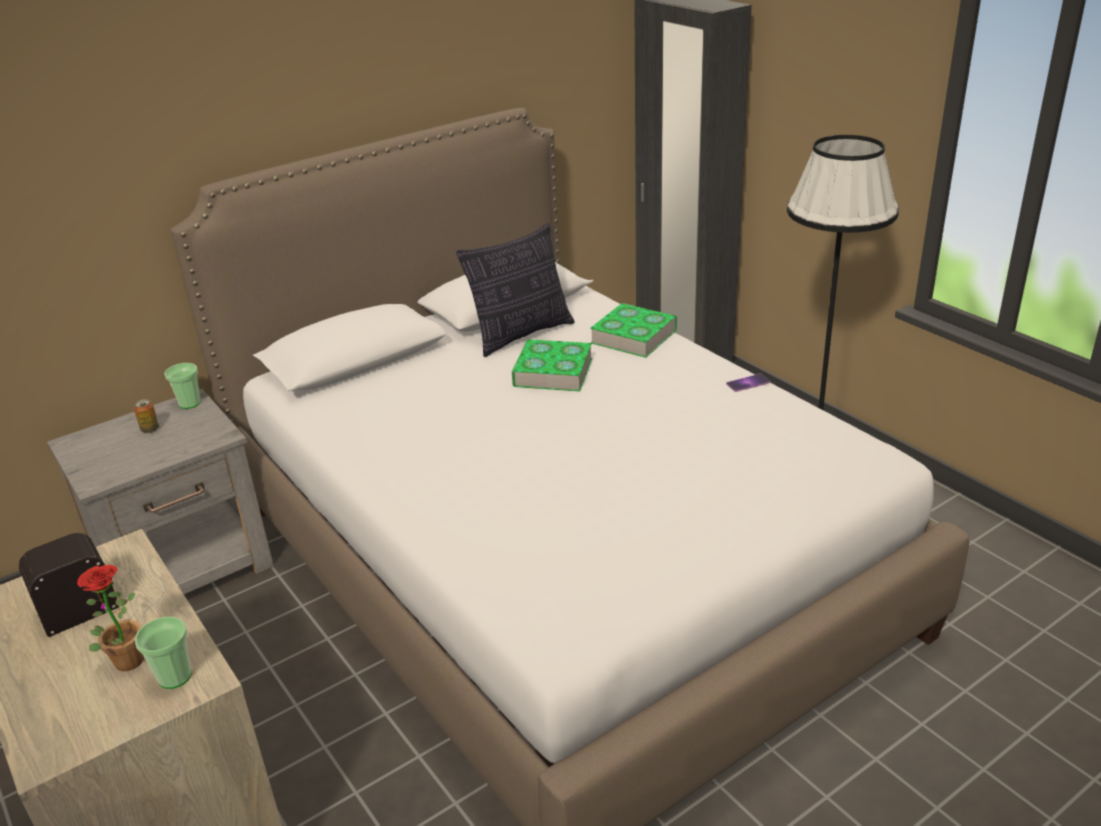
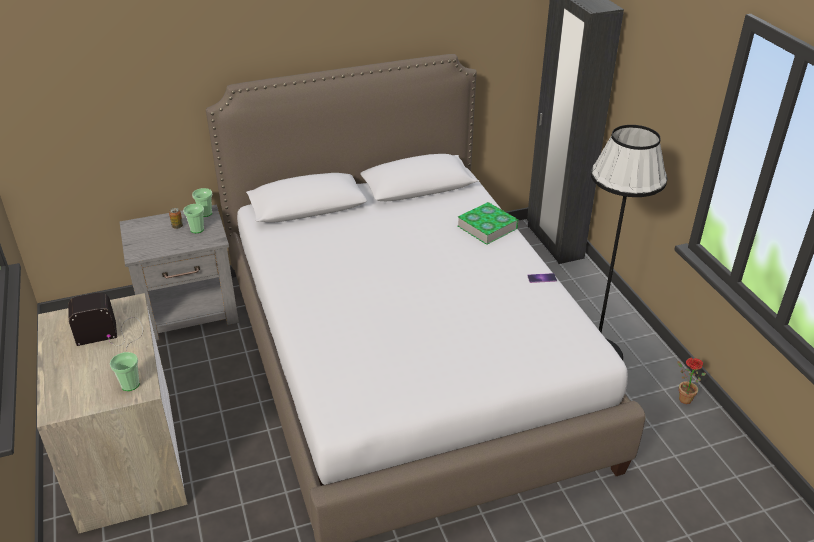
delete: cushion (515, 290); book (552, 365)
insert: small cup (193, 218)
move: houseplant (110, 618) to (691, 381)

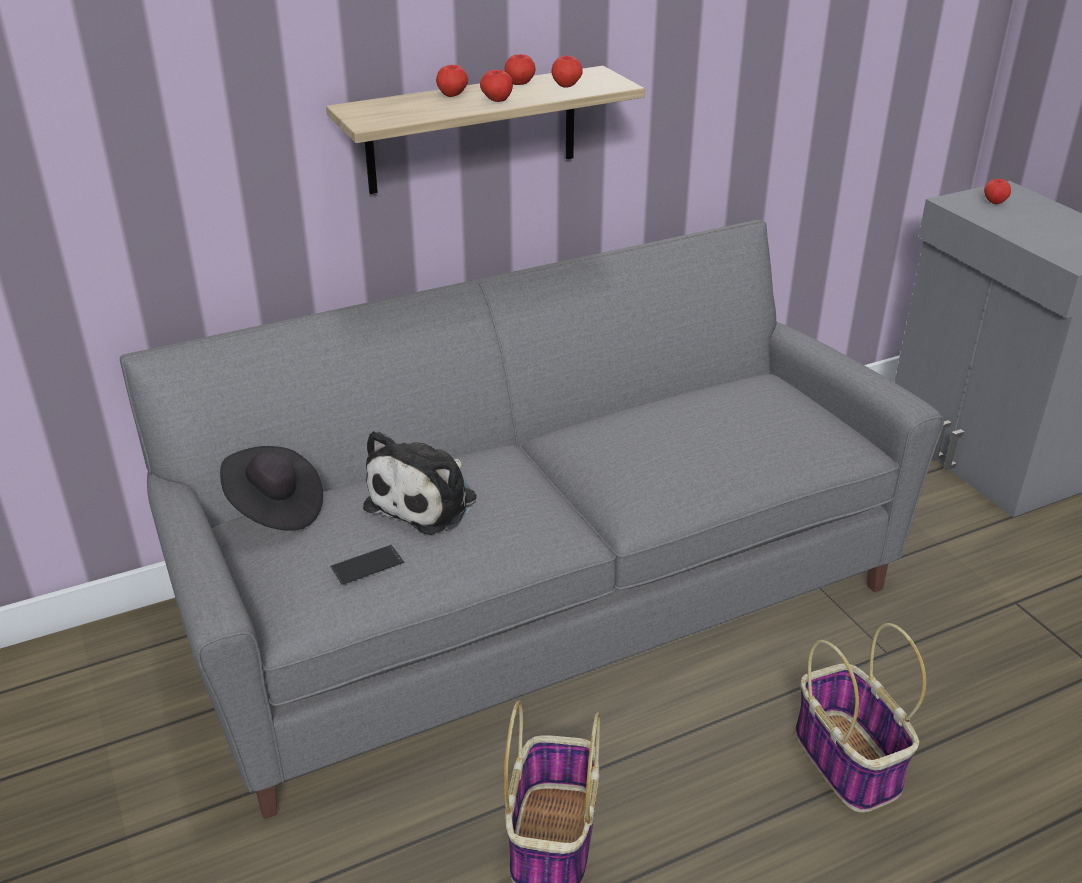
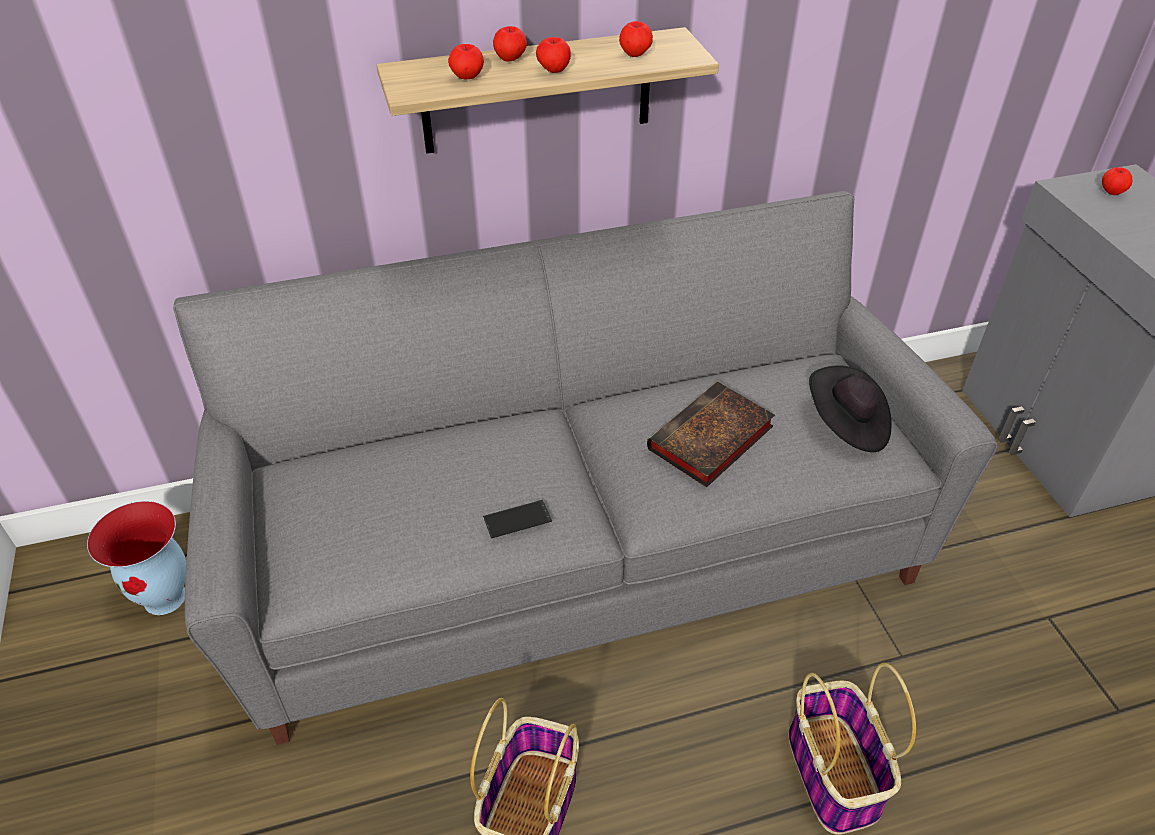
delete: soft toy (420, 482)
insert: vase (136, 558); book (711, 434)
move: blackish hat (271, 488) to (850, 408); handset (367, 565) to (517, 519); whole apple (520, 69) to (466, 61)

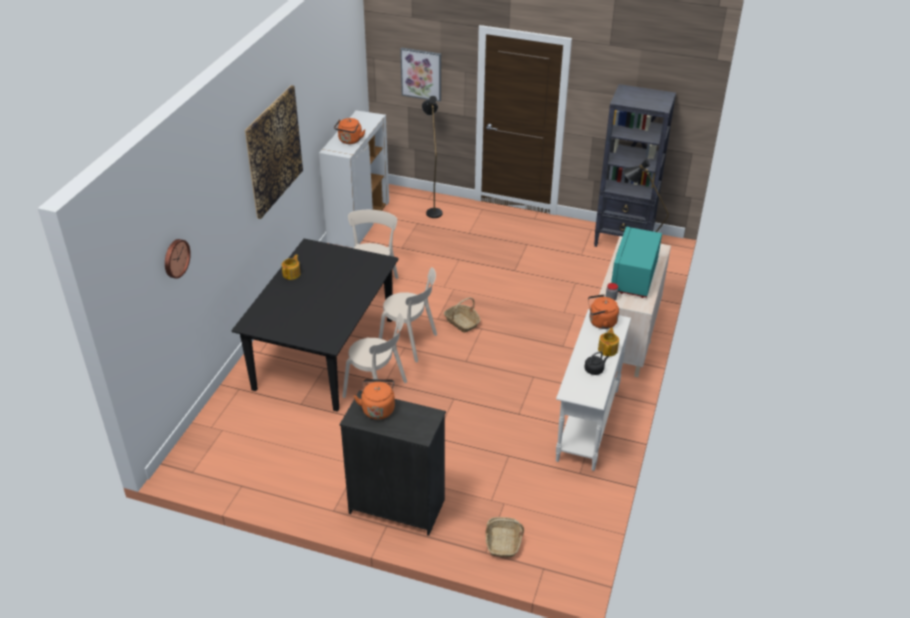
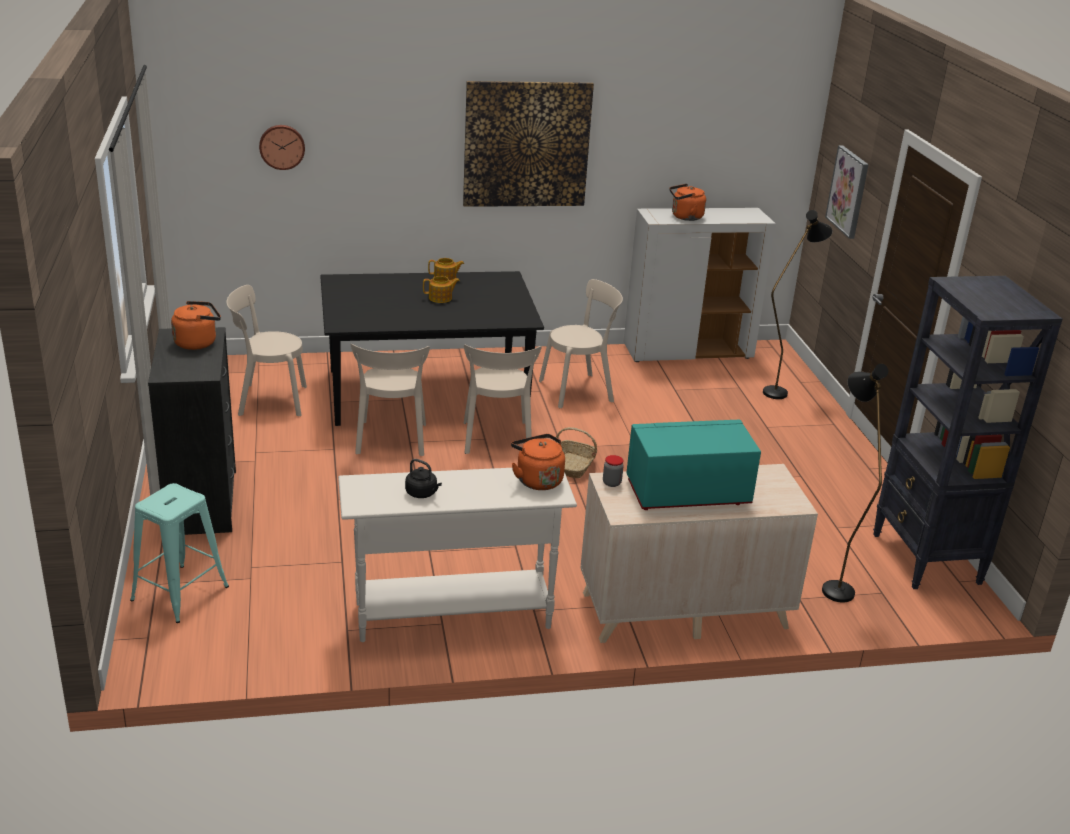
insert: beige-coloured chair (266, 350)
move: tea pot (608, 341) to (441, 289)
replace: storage basket (505, 537) to turquoise-coloured stool seat (179, 553)

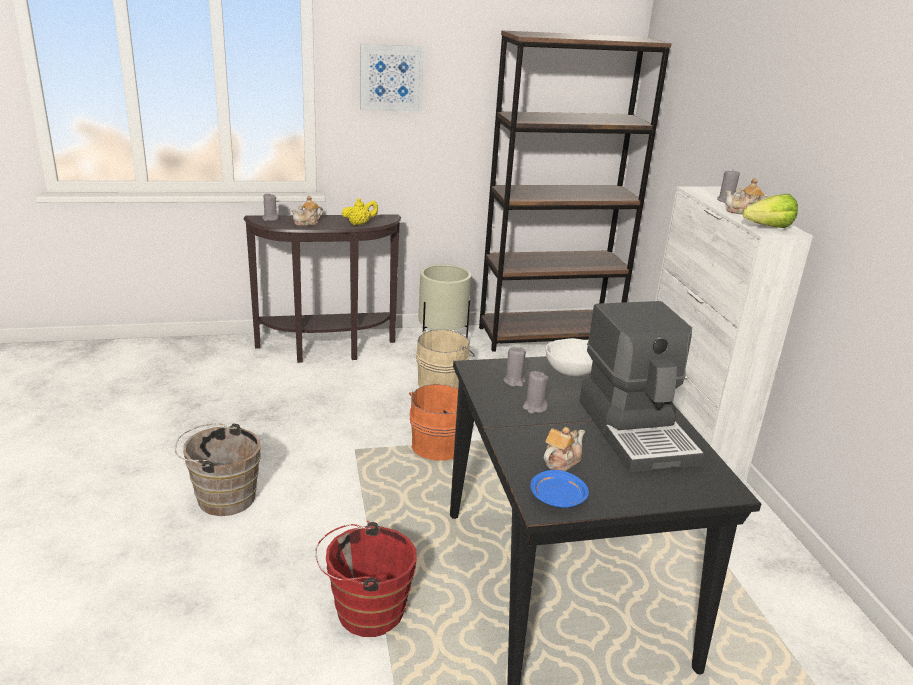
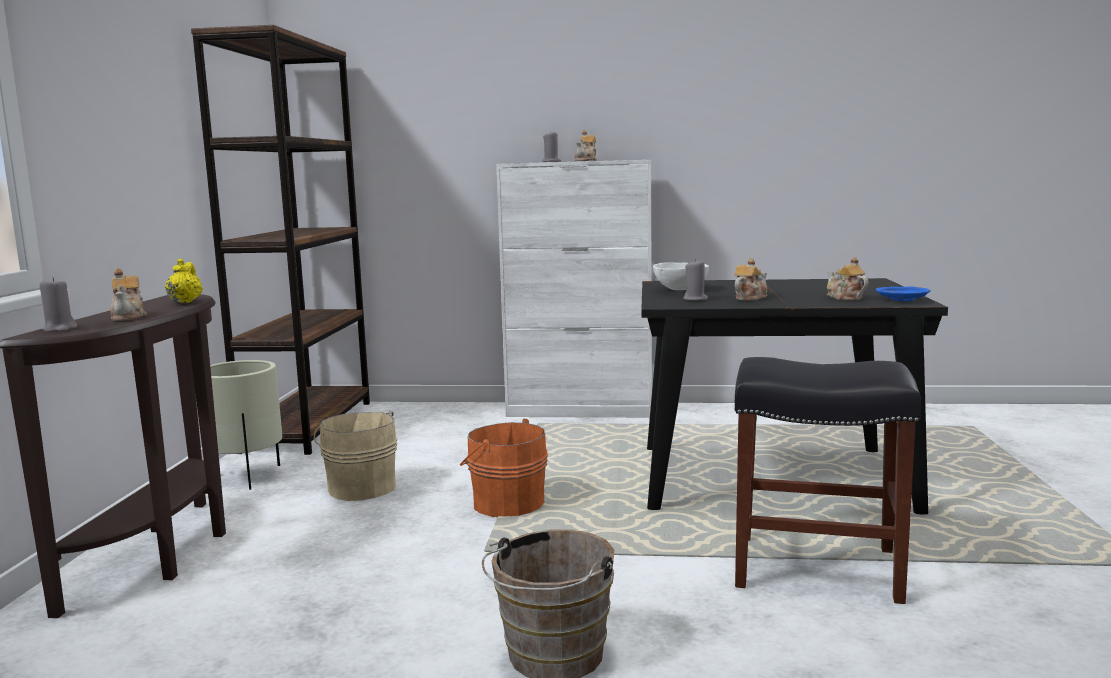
delete: wall art (392, 78); coffee maker (641, 387); head of lettuce (770, 211)
replace: red bucket (366, 579) to blackish stool seat (827, 480); gray wax candle (536, 392) to tea pot (750, 279)

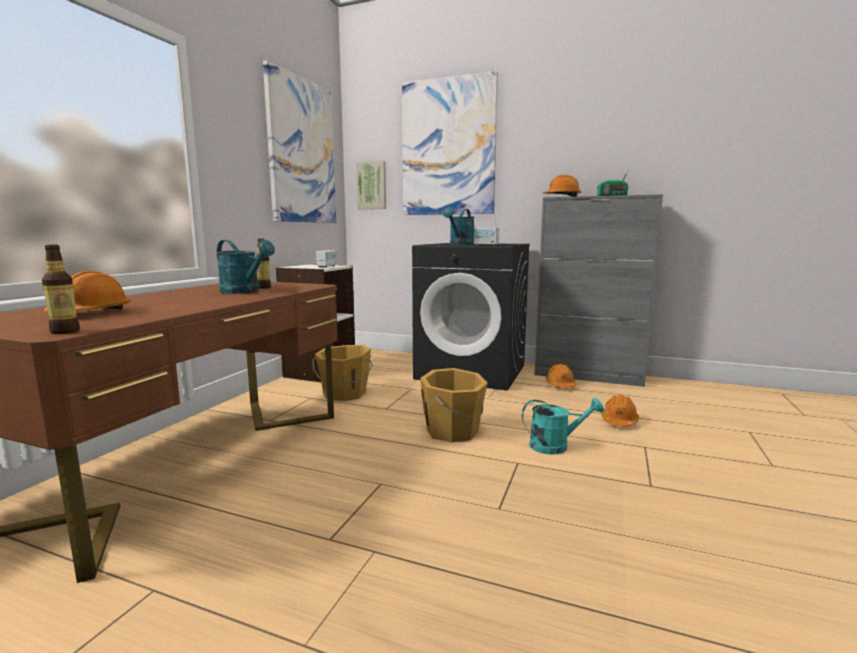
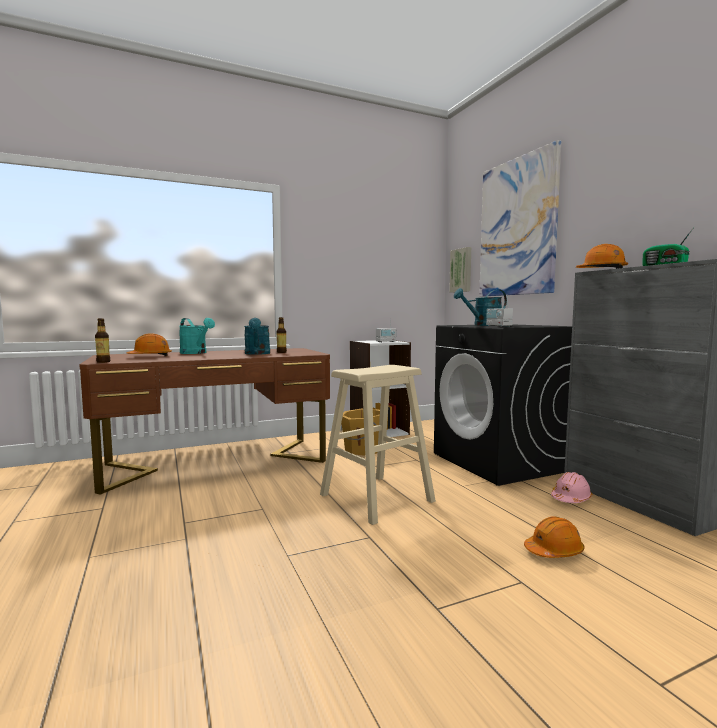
delete: wall art (299, 141)
move: turquoise-coloured watering pot (563, 426) to (197, 336)
replace: orange bucket (454, 405) to beige-coloured stool seat (378, 445)
recolor: orange safety helmet (560, 376) to pinkish safety helmet (571, 487)

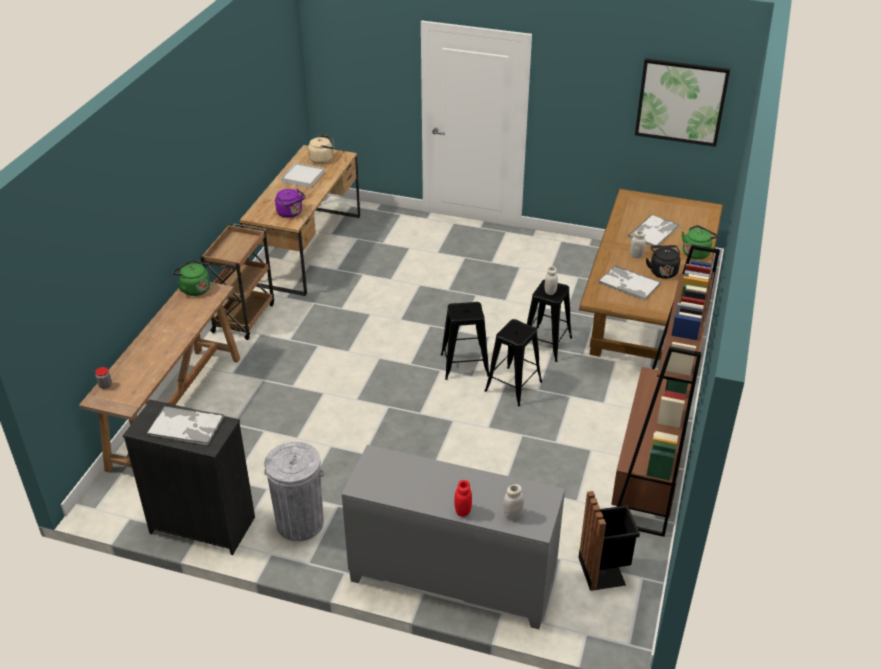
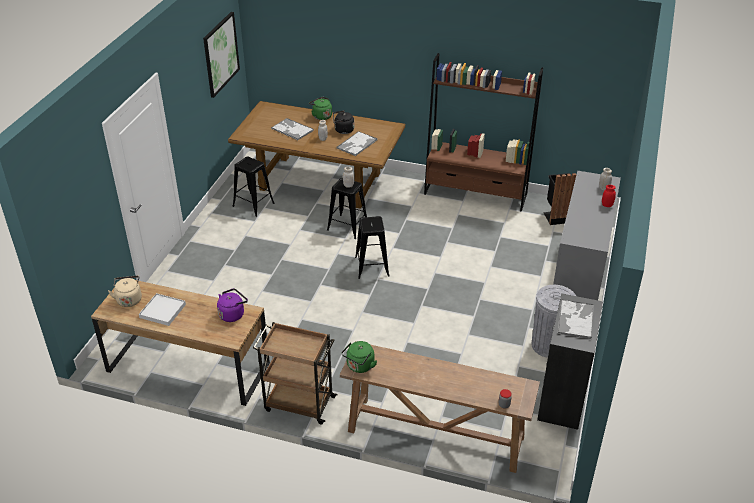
move: blackish stool seat (513, 363) to (253, 187)

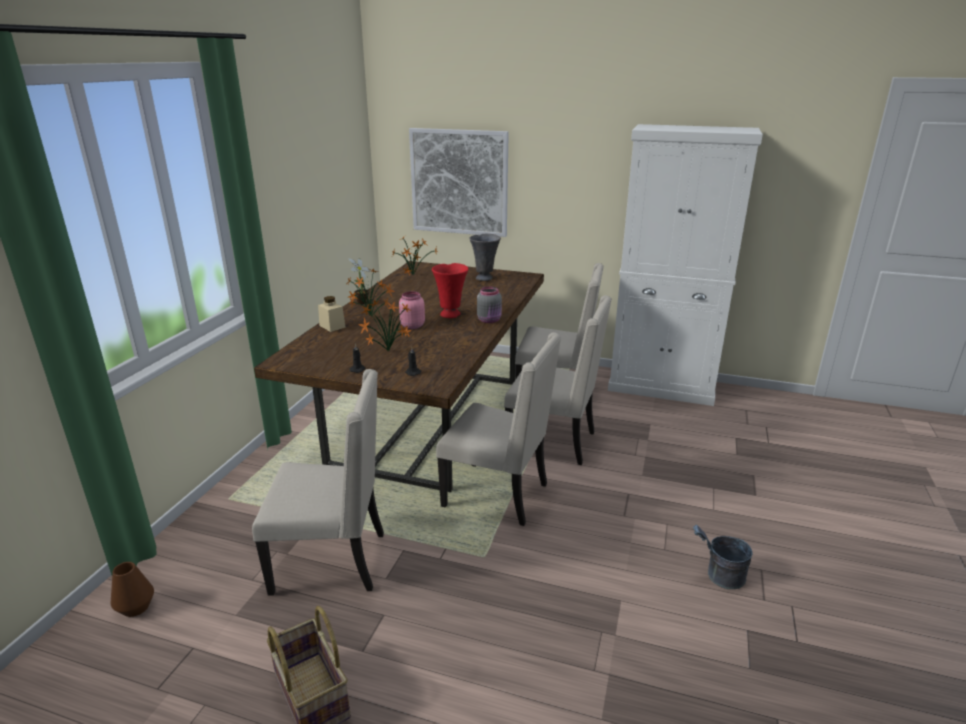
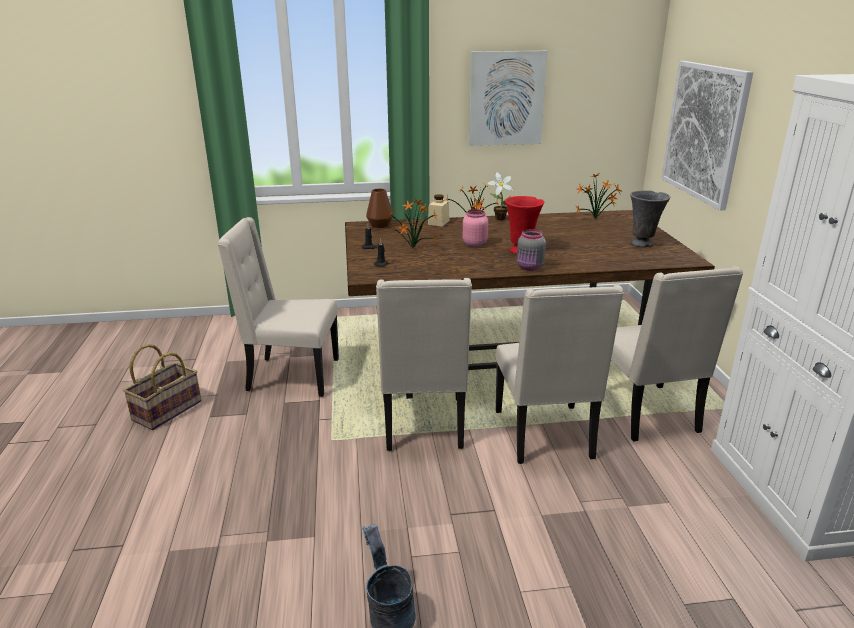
insert: wall art (508, 98)
move: brown-coloured vase (132, 589) to (379, 208)
rotate: beige-coloured chair (318, 482) = (278, 307) 120 degrees clockwise

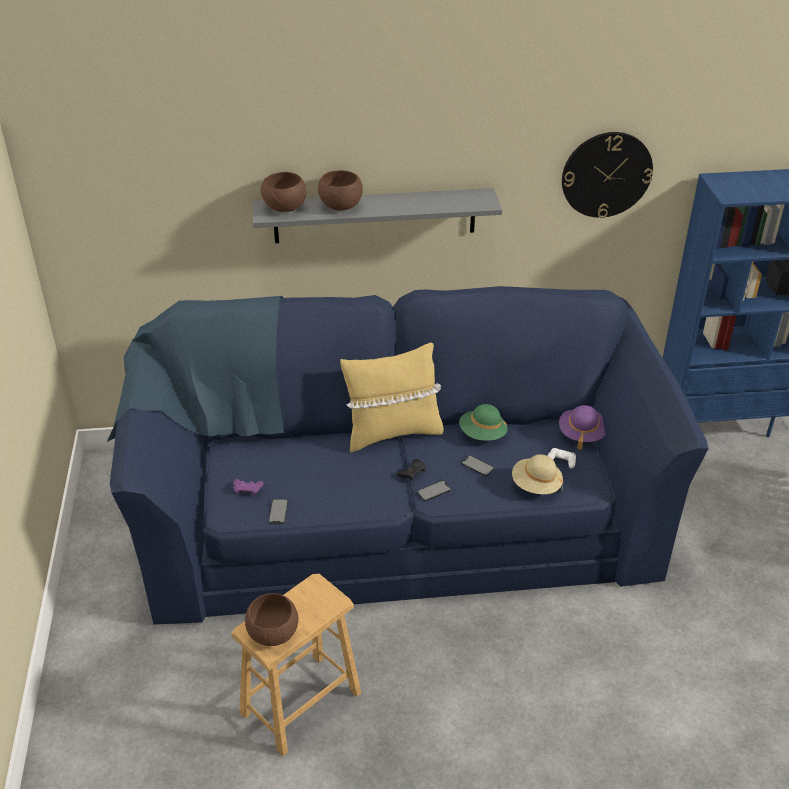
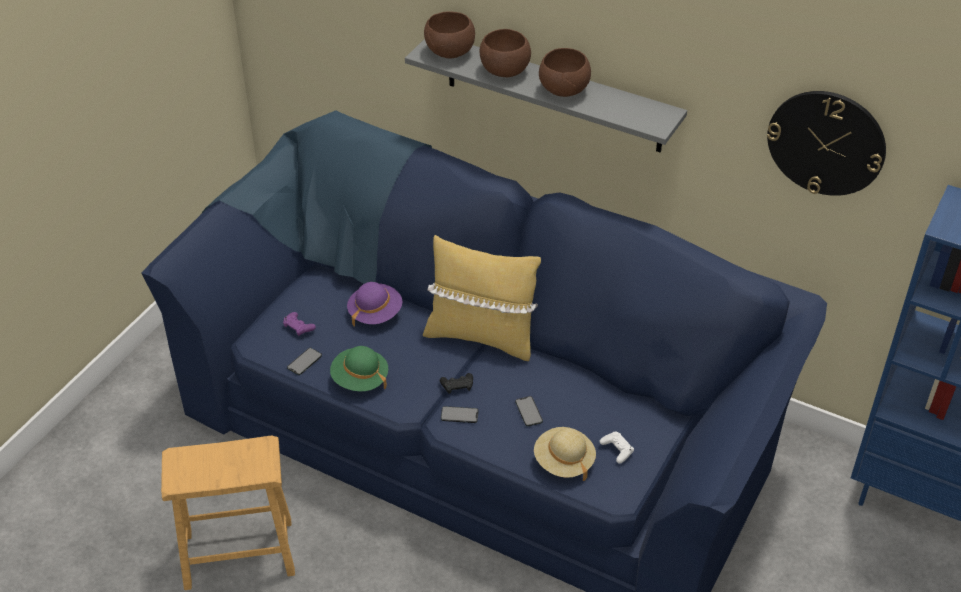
move: brown-coloured deep dish (271, 619) to (565, 72); green-coloured hat (483, 422) to (359, 368); purple hat (582, 427) to (375, 304)

